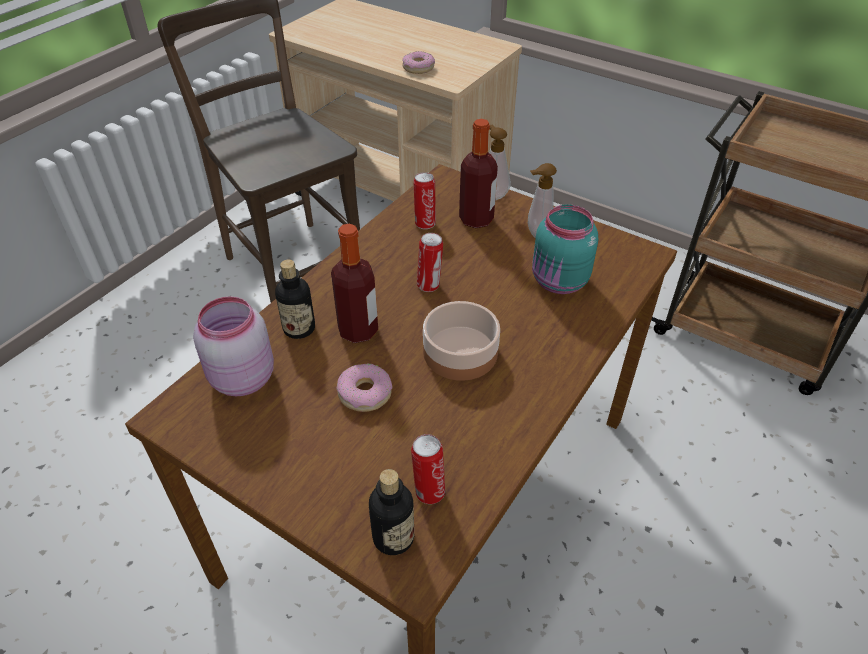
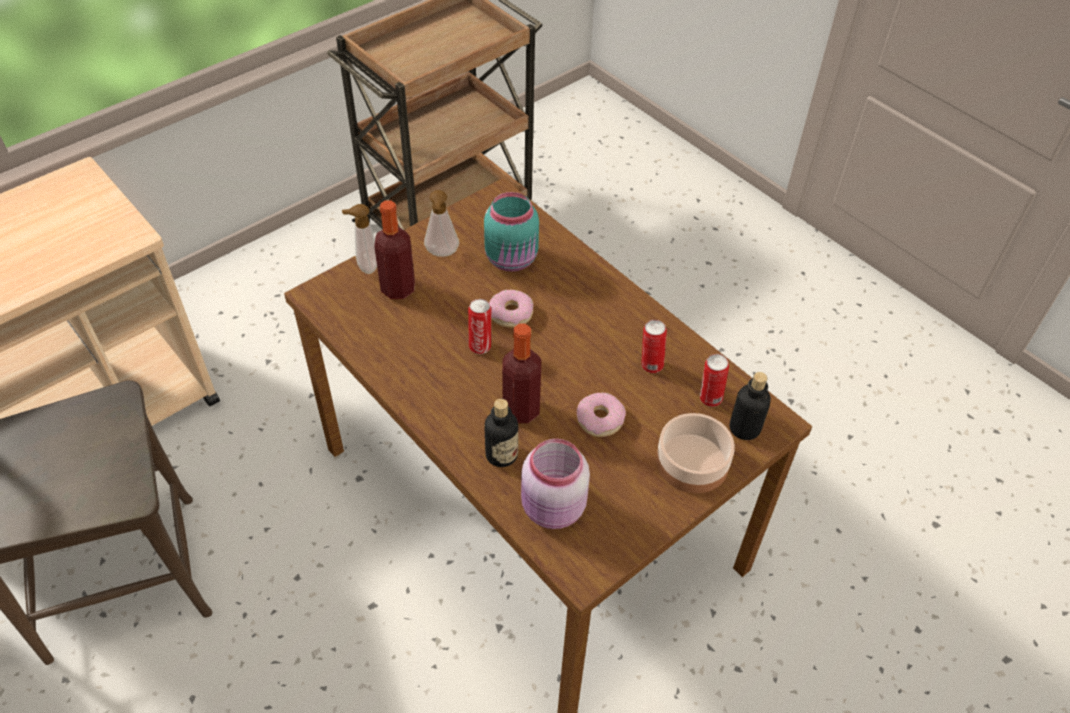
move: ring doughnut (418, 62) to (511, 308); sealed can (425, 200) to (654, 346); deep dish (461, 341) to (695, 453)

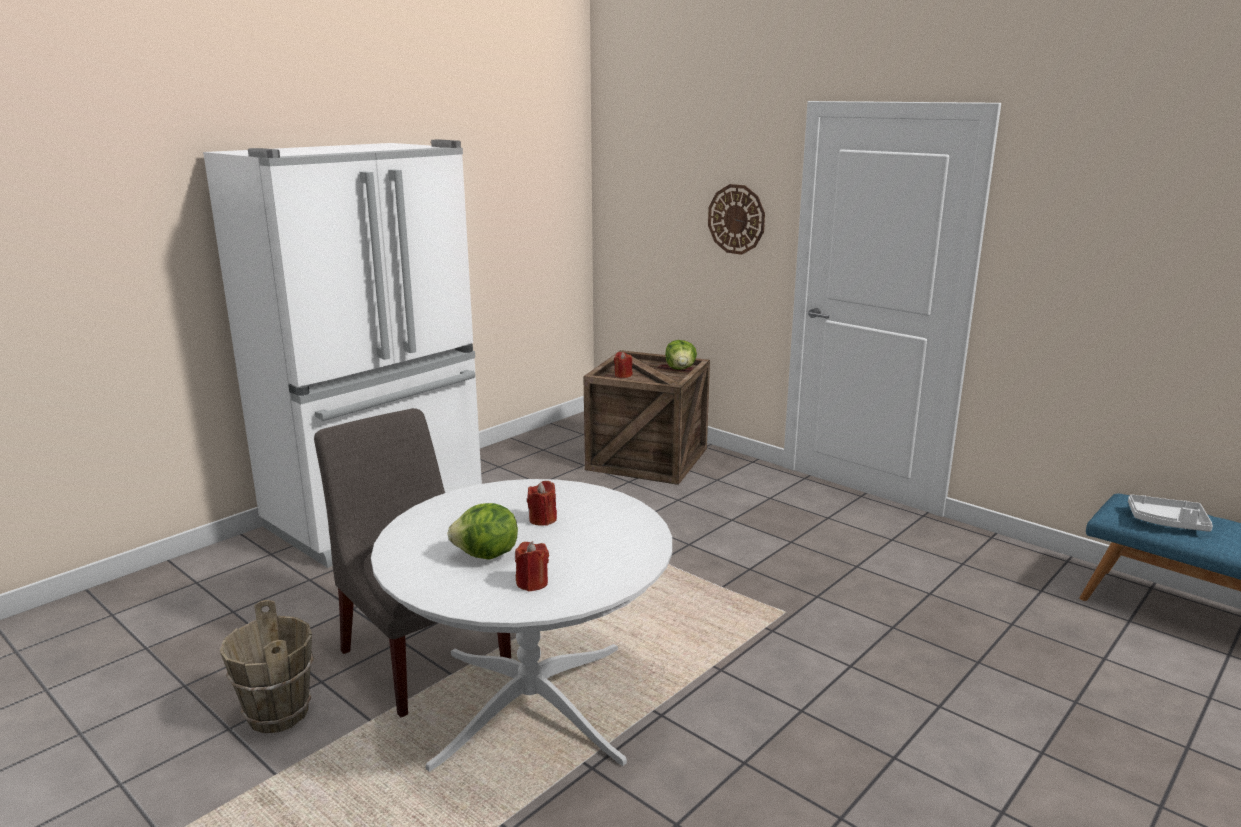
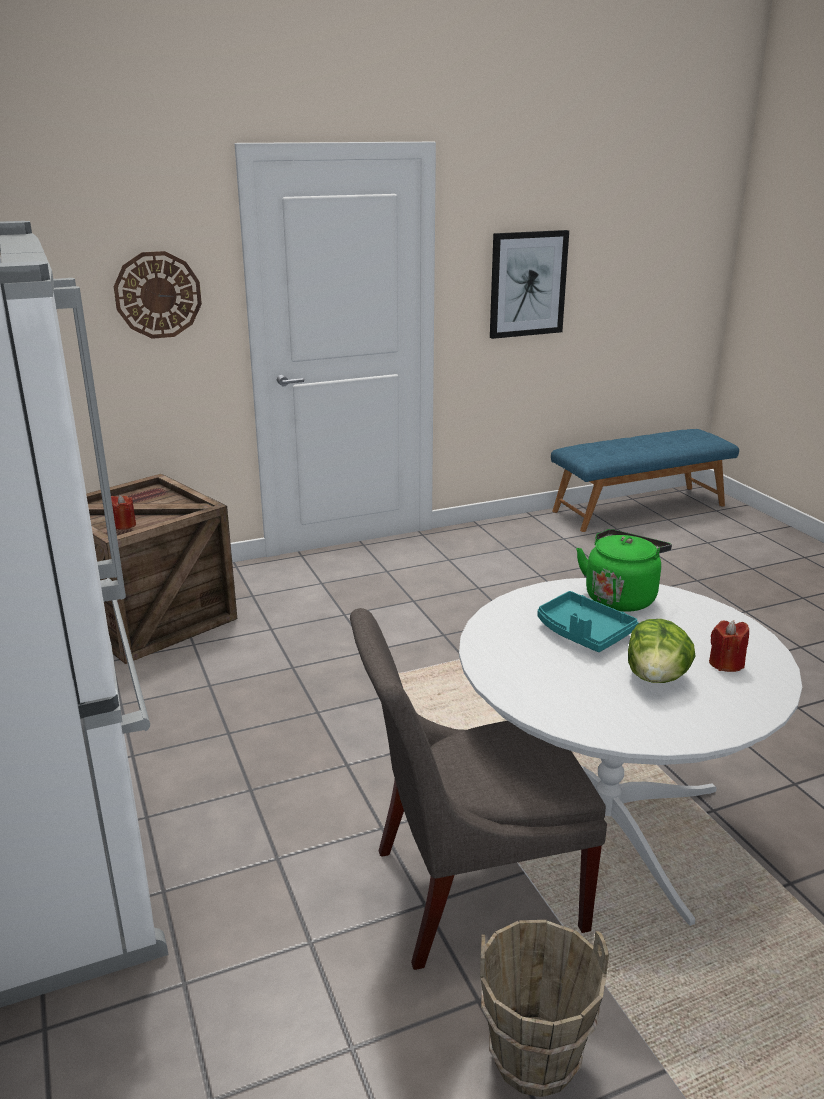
delete: head of lettuce (681, 355); gray carrying tray (1170, 513)
insert: wall art (529, 284); green-coloured tea kettle (624, 570)
replace: red wax candle (542, 503) to turquoise-coloured carrying tray (588, 621)

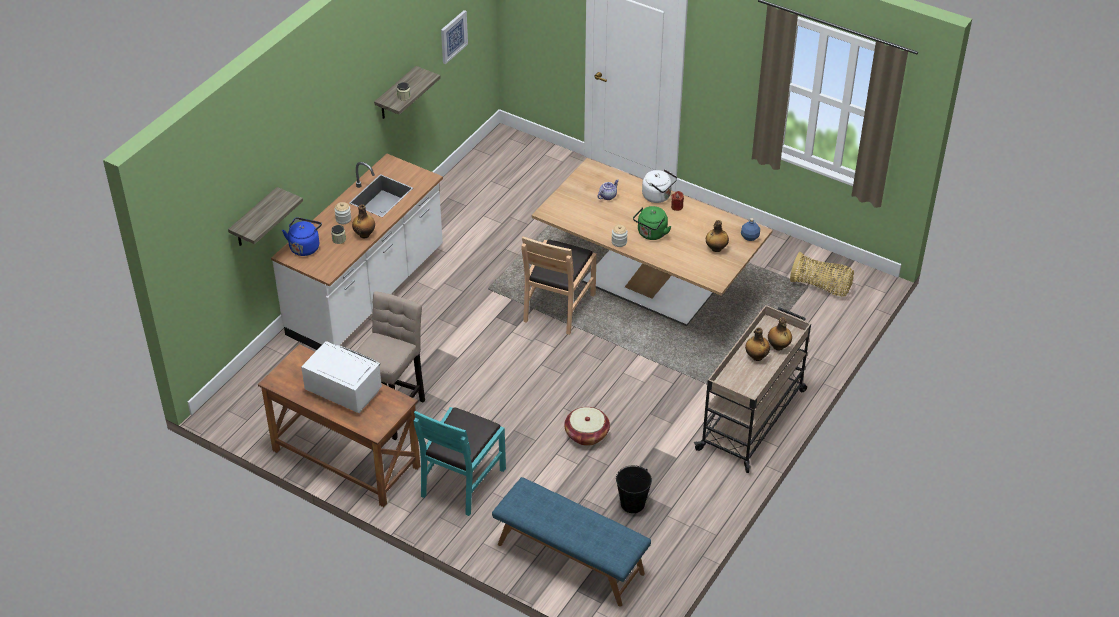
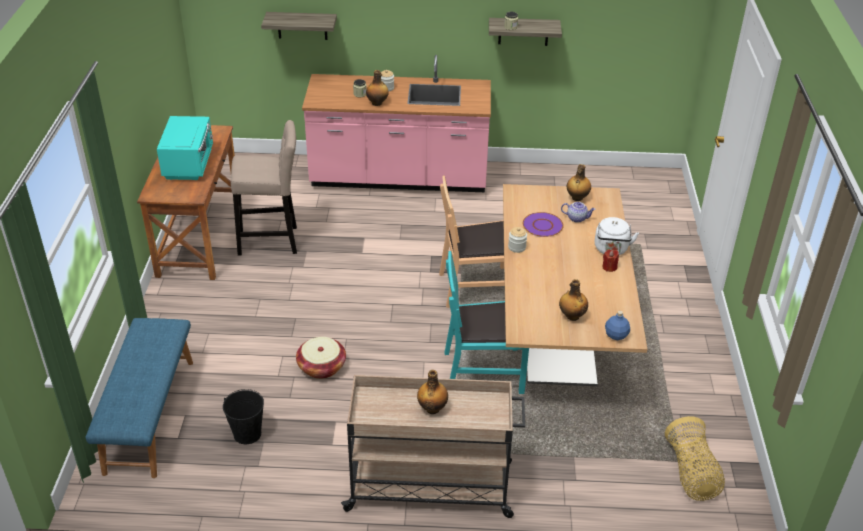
delete: bluish tea kettle (302, 236); wall art (454, 37); green-coloured tea kettle (652, 223)
insert: purple dinner plate (543, 224)
move: turquoise-coloured chair (460, 461) to (487, 322); drink bottle (780, 334) to (579, 182)
recolor: white kitchen base unit (357, 252) to pinkish kitchen base unit (396, 123); white kitchen microwave (341, 377) to turquoise-coloured kitchen microwave (185, 148)

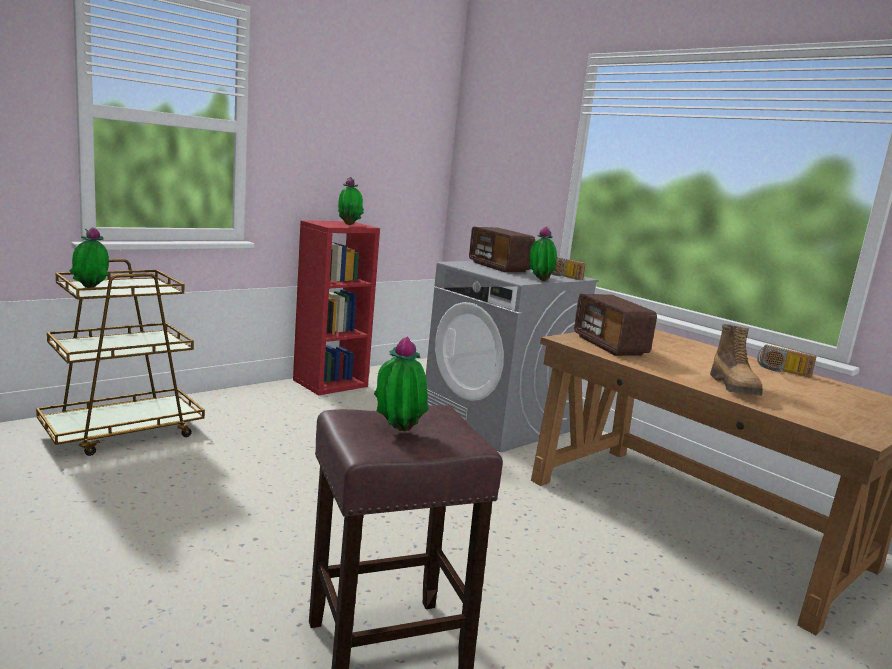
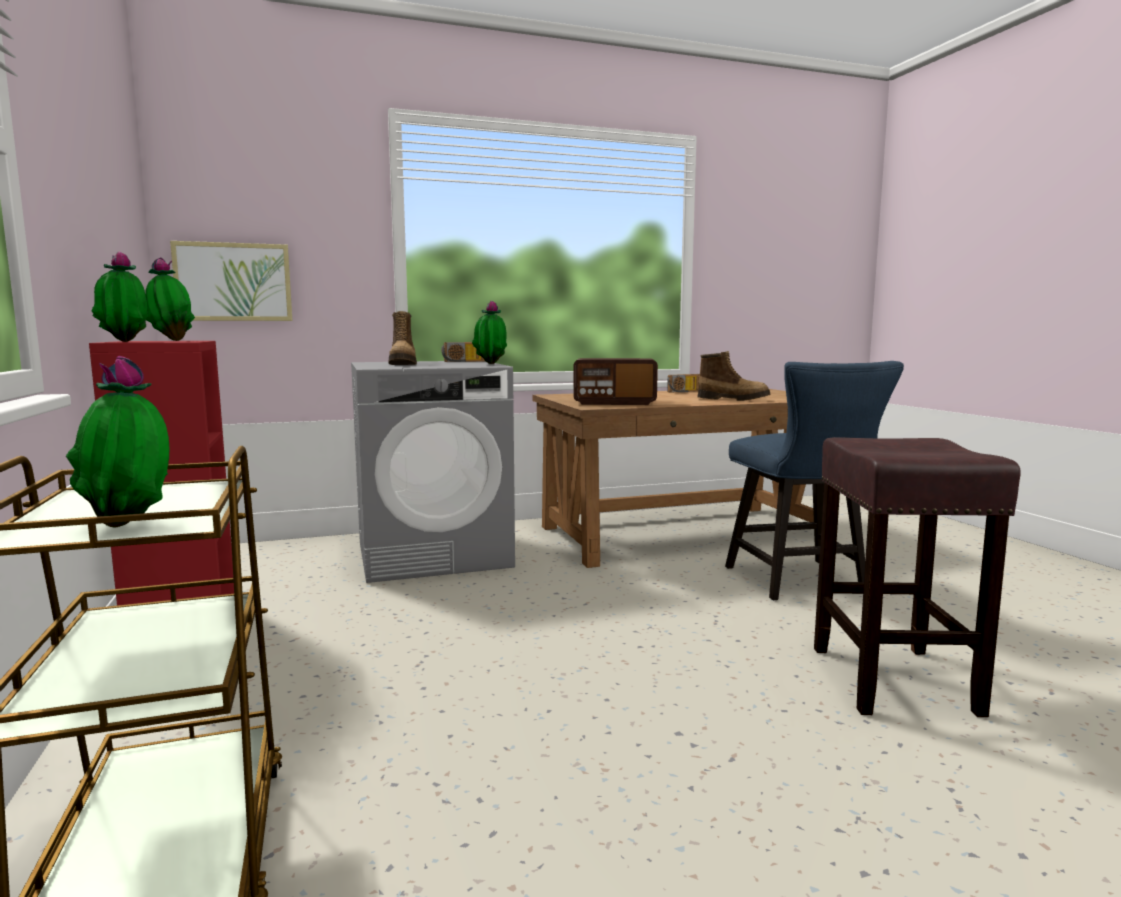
insert: wall art (231, 281); bluish chair (814, 480)
move: houseplant (401, 384) to (120, 296)
replace: radio set (502, 249) to boot (402, 338)

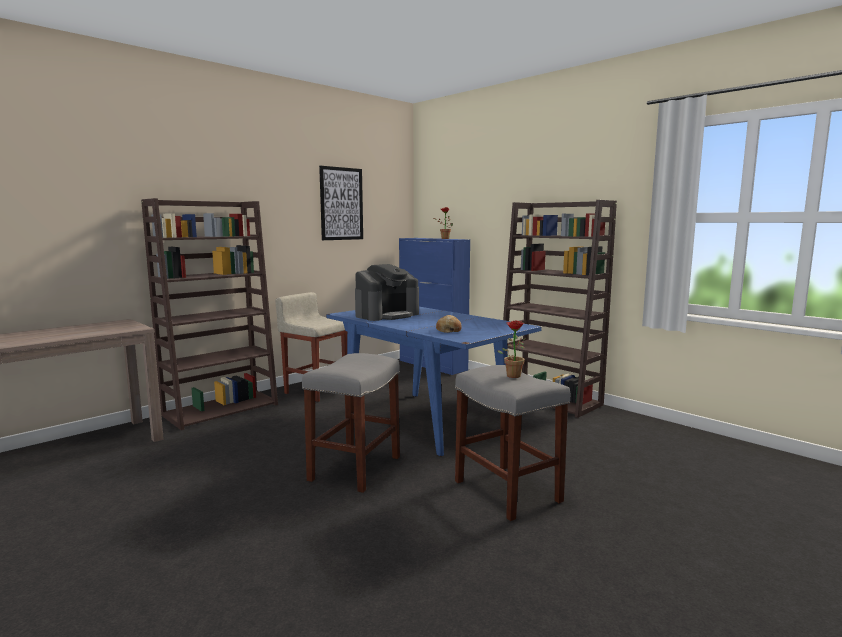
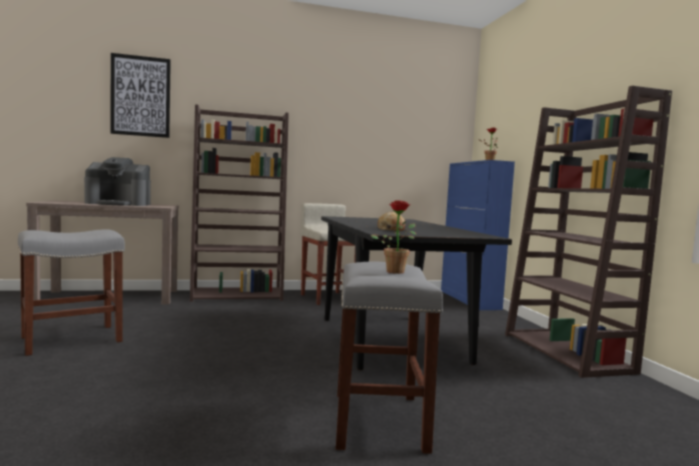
move: gray stool seat (351, 423) to (71, 292); wall art (341, 203) to (140, 95); coffee maker (387, 292) to (117, 181)
recolor: bluish kitchen table (434, 381) to blackish kitchen table (416, 293)

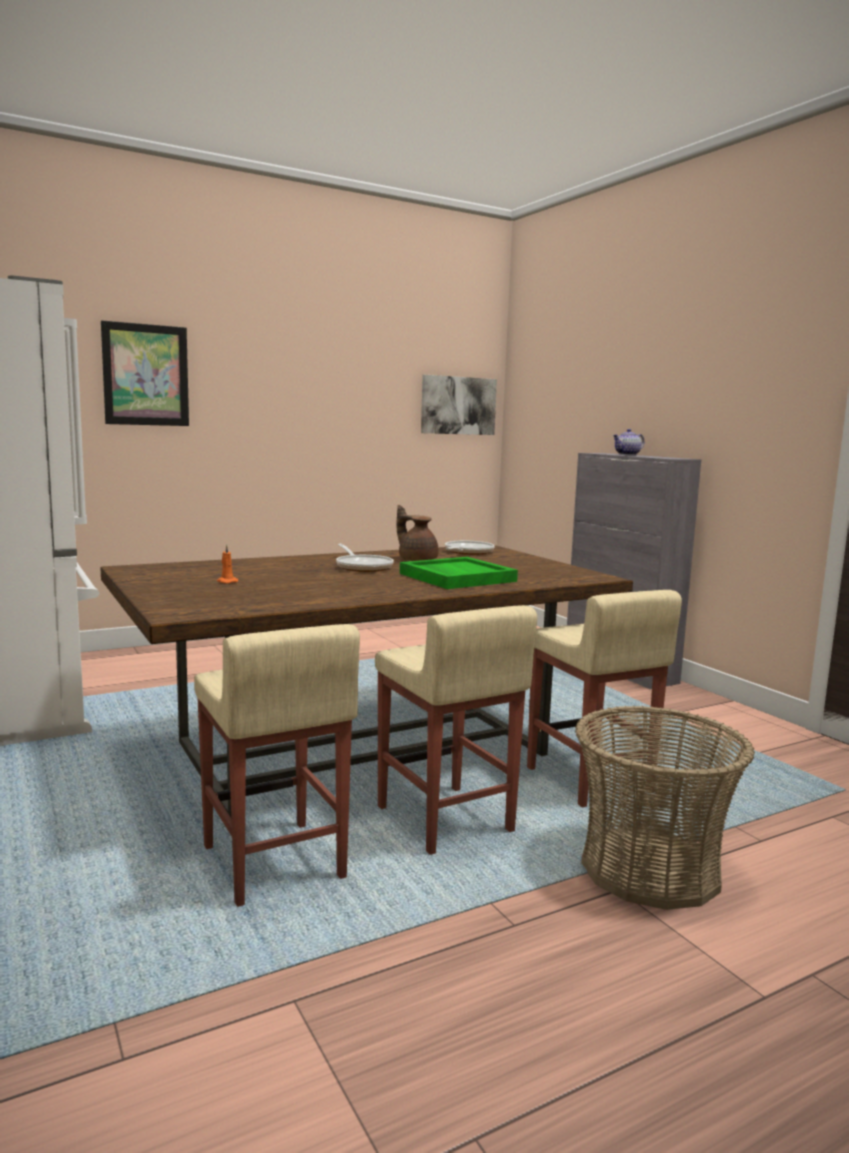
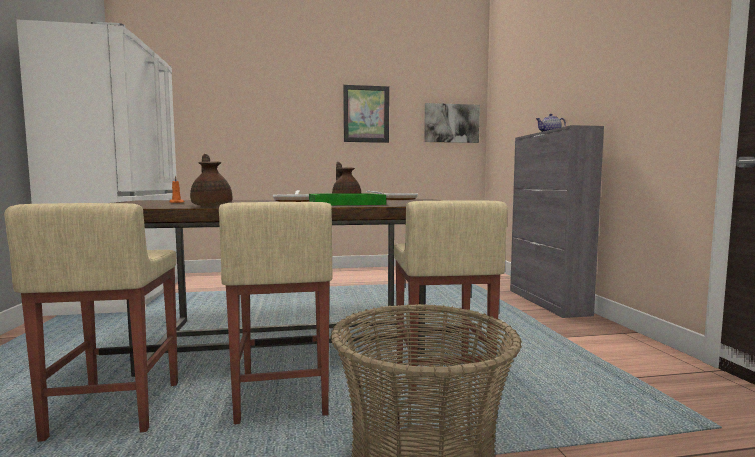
insert: brown-coloured tea pot (211, 180)
move: wall art (145, 373) to (366, 114)

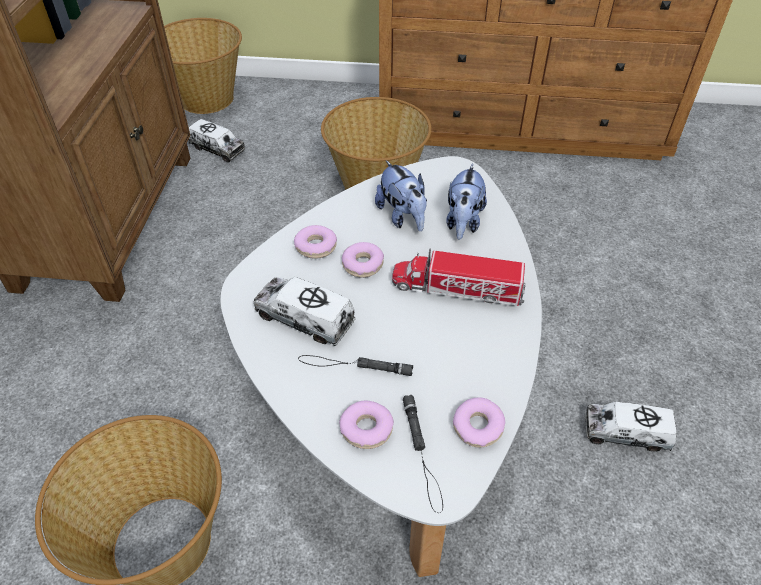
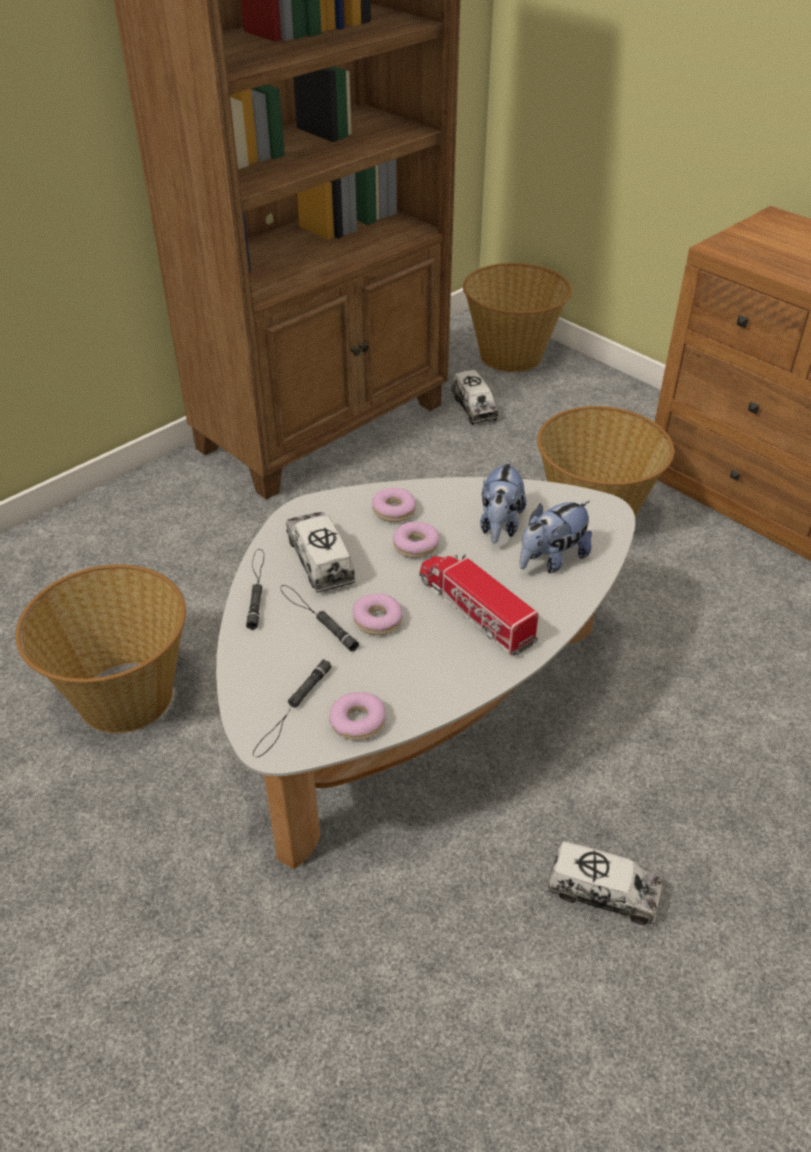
insert: blackish flashlight (255, 589)
move: ring doughnut (366, 425) to (378, 614)
rotate: toy truck (631, 427) = (604, 883) 150 degrees clockwise

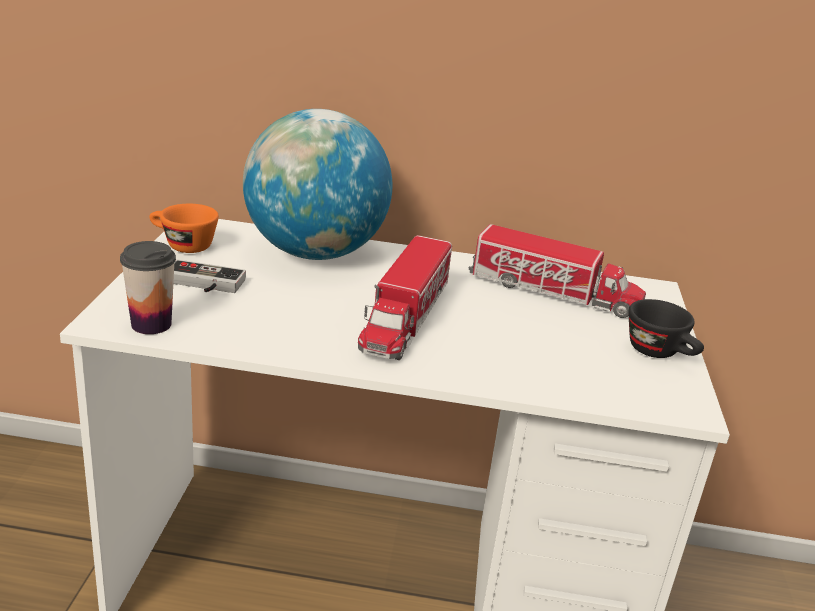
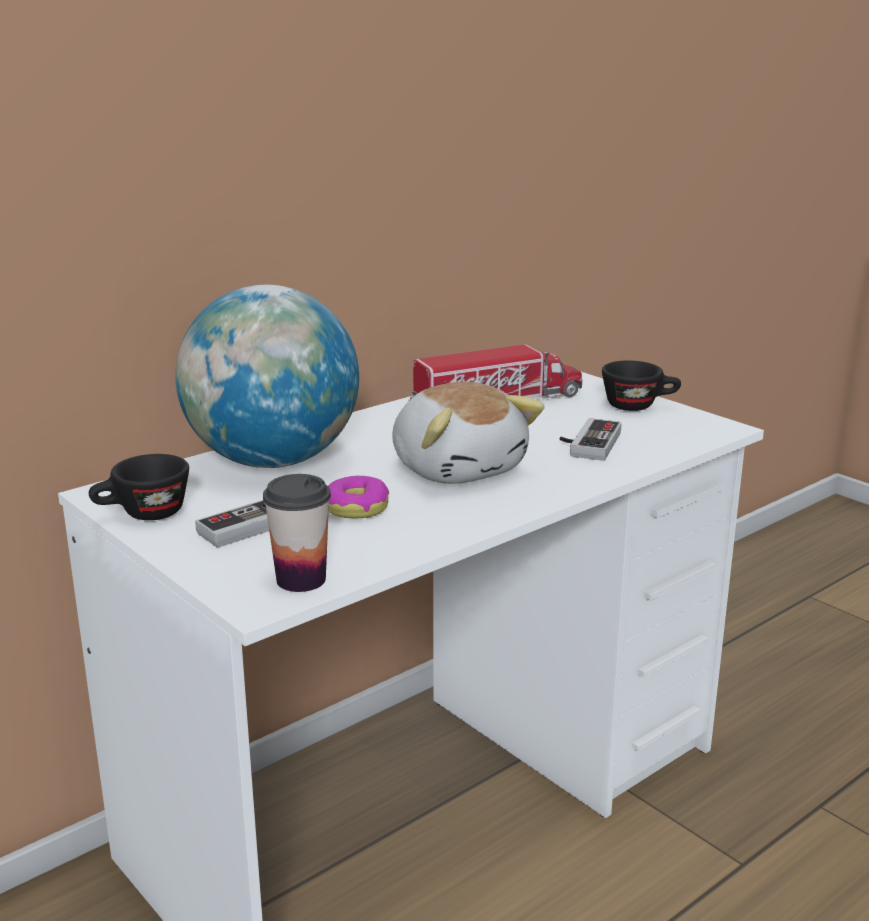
insert: ring doughnut (358, 497); gamepad (591, 439)
replace: toy truck (405, 297) to soft toy (468, 433)
recolor: orange small cup (184, 228) to blackish small cup (139, 487)

